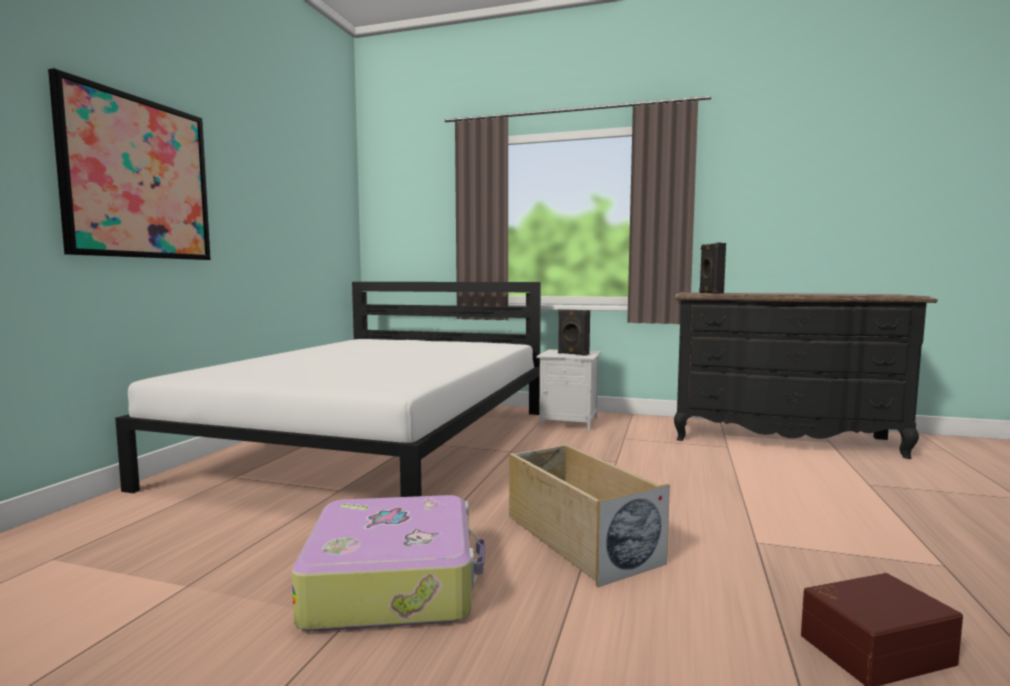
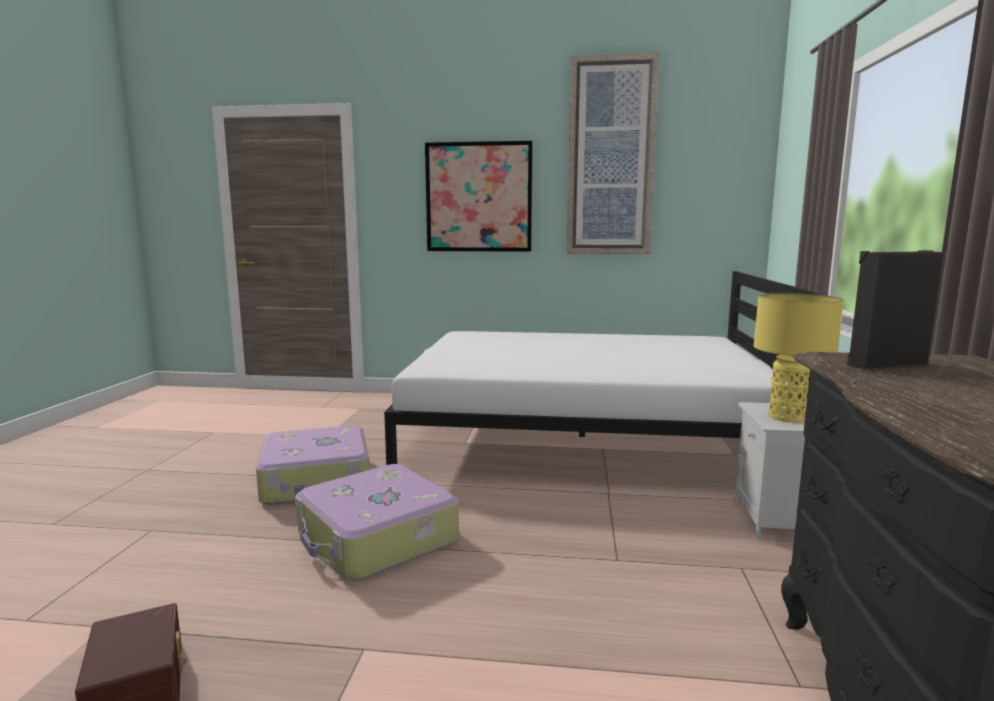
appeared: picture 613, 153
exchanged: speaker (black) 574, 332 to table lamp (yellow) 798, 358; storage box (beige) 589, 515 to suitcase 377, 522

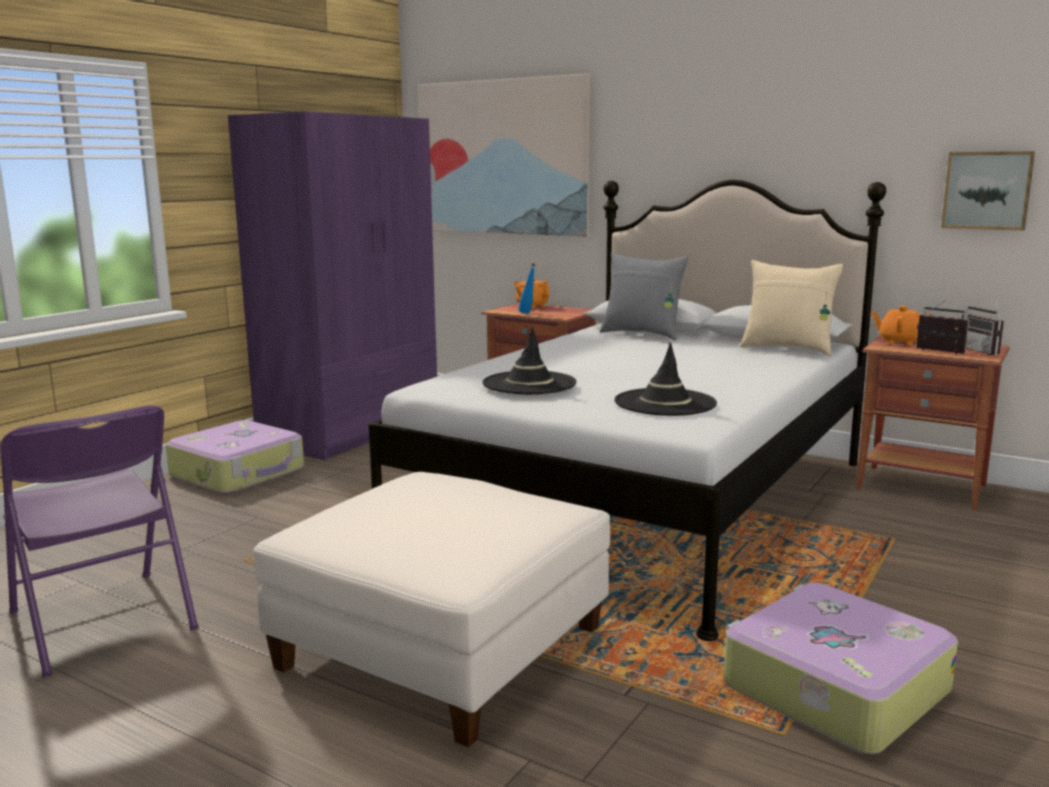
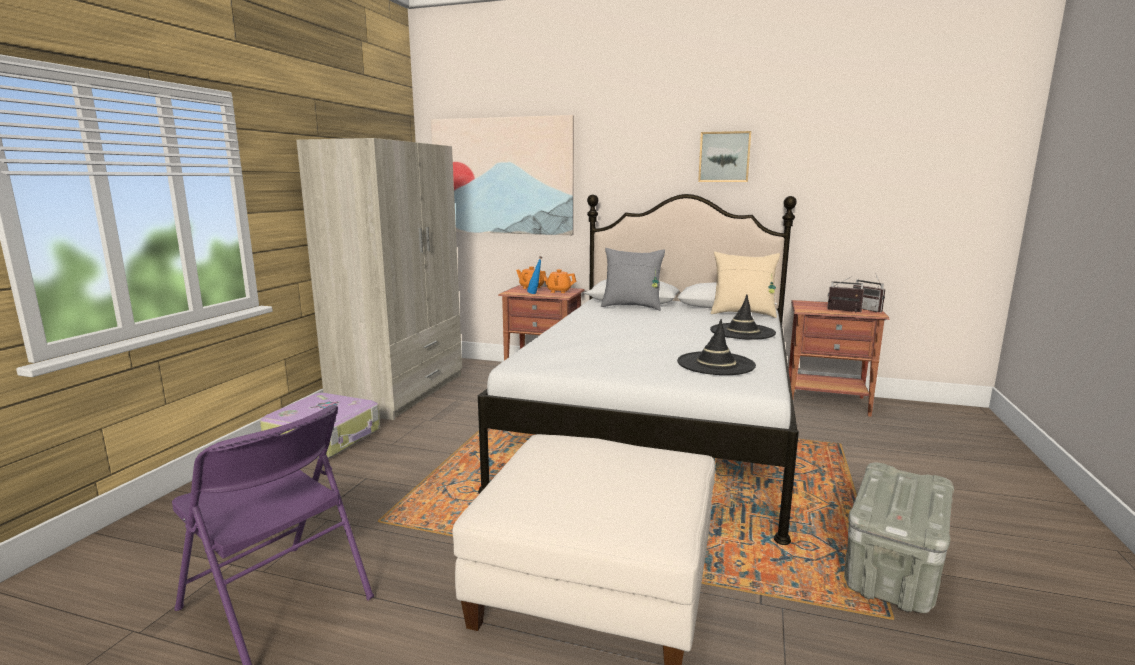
relocated: picture 988, 191 to 724, 156; teapot (orange) 900, 325 to 558, 281; hat (black) 529, 360 to 743, 317
exchanged: suitcase 840, 668 to storage box (grey) 899, 537
colour: wardrobe (purple) 332, 286 to wardrobe (beige) 379, 279

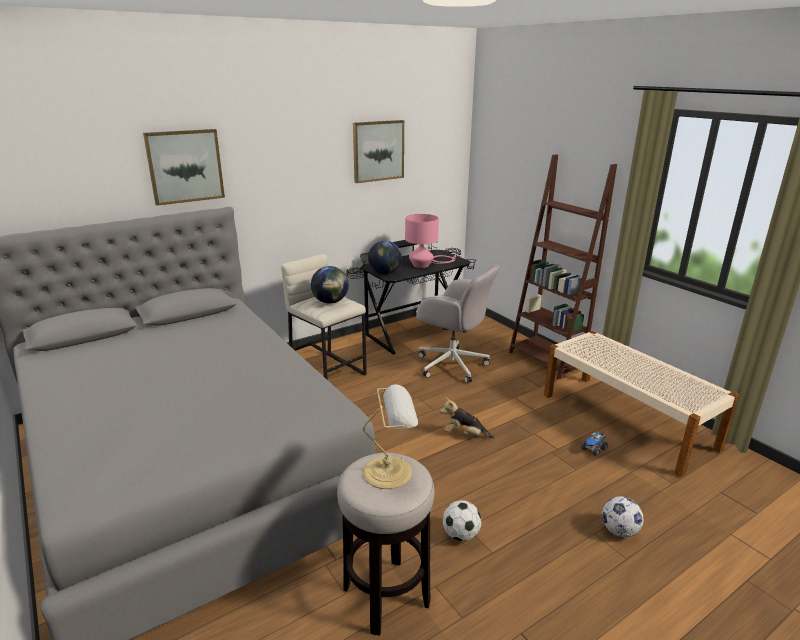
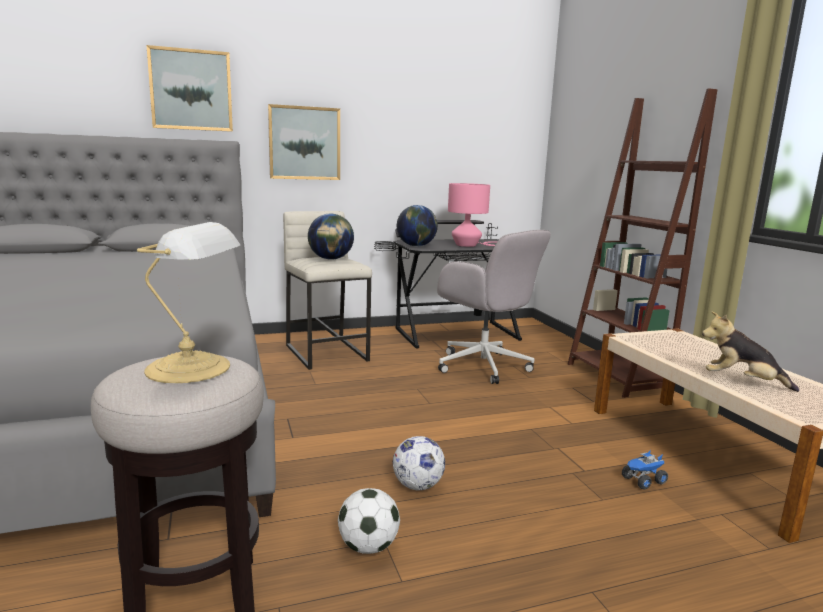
relocated: picture 378, 151 to 304, 142; plush toy 467, 417 to 750, 352; football 623, 517 to 419, 463

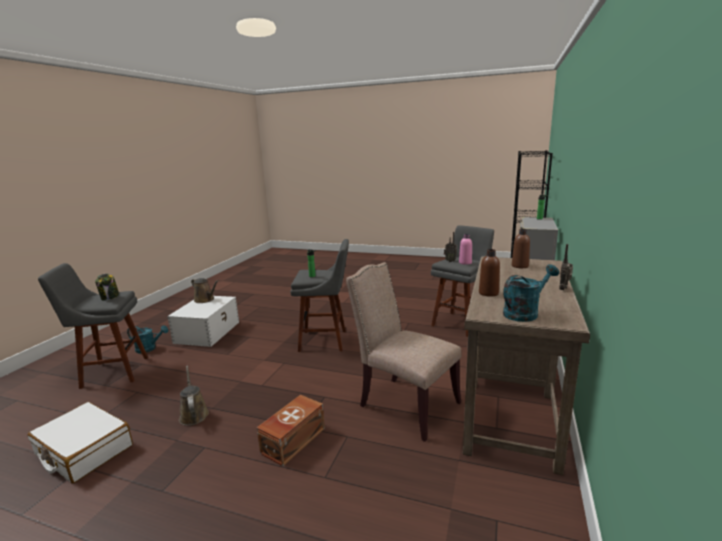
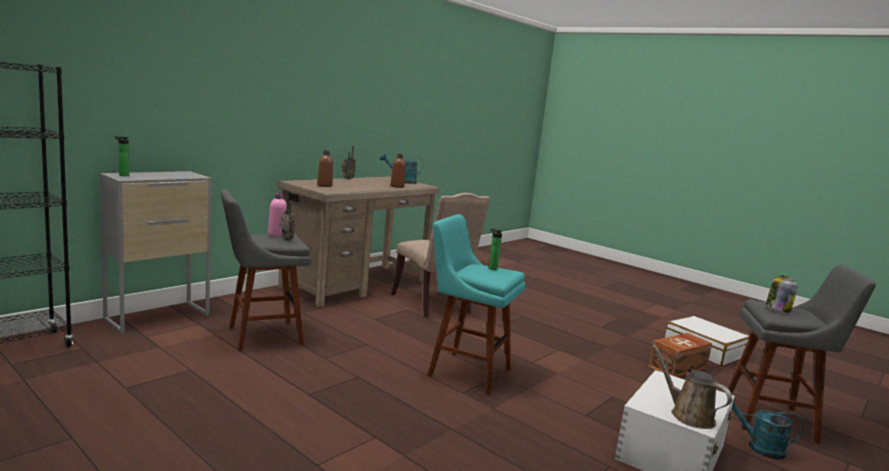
missing: watering can (brown) 194, 395
relocated: storage box (brown) 291, 430 to 680, 355
colour: stool (grey) 319, 295 to stool (turquoise) 476, 304

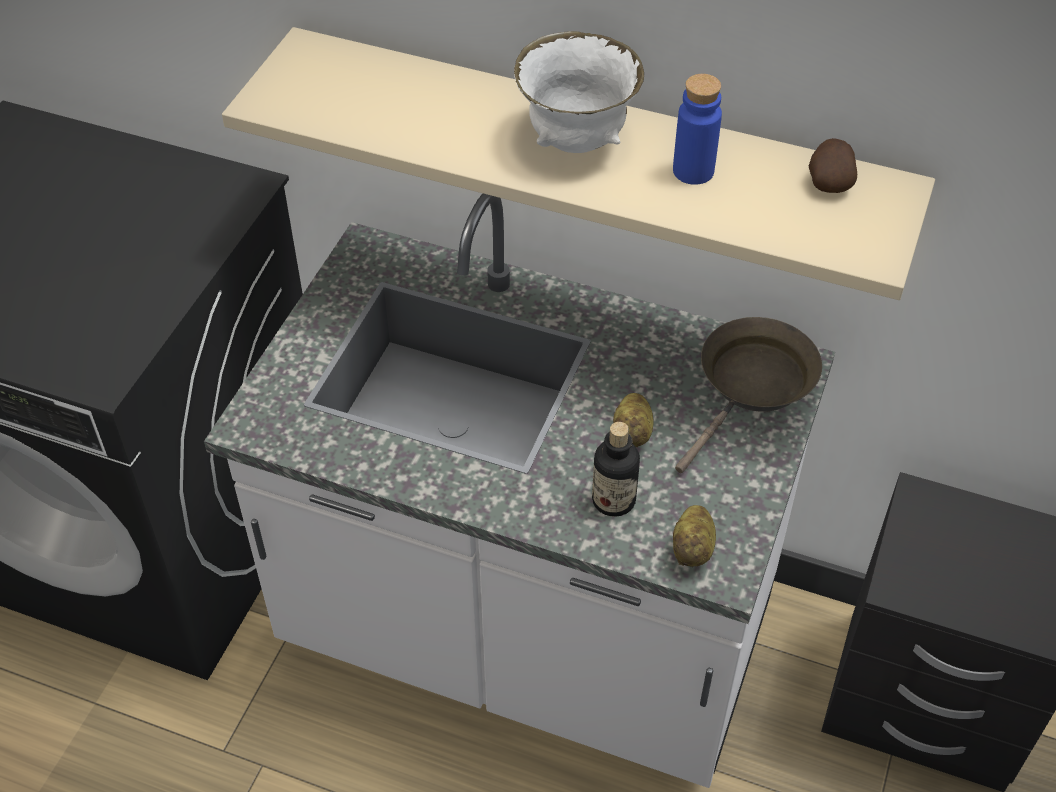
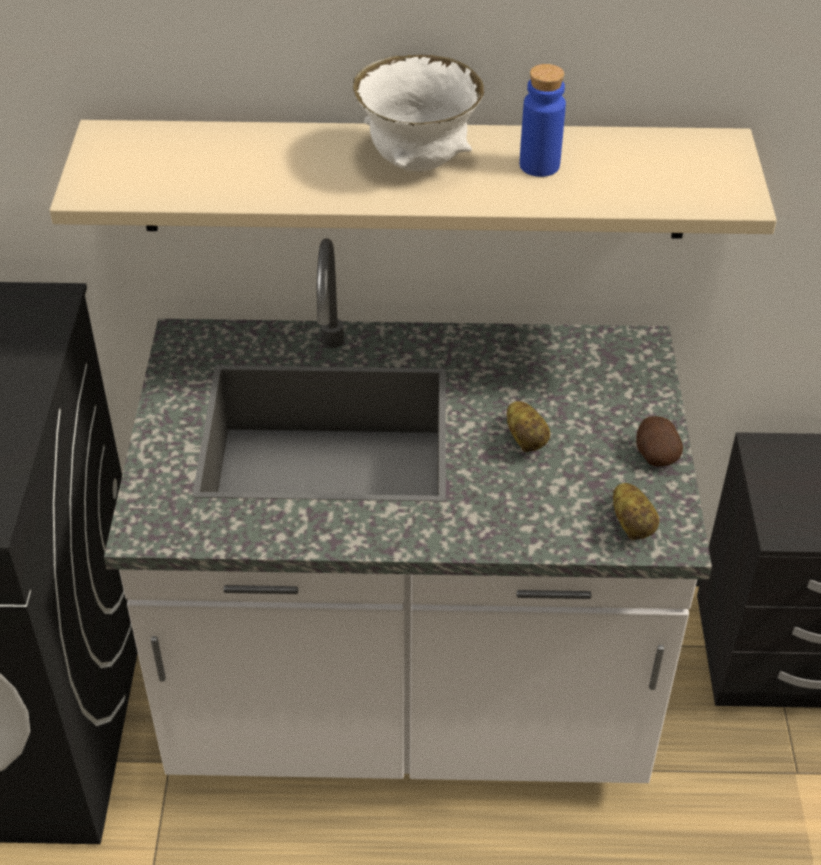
missing: frying pan (brown) 748, 395; bottle 616, 469
relocated: potato 833, 165 to 659, 441

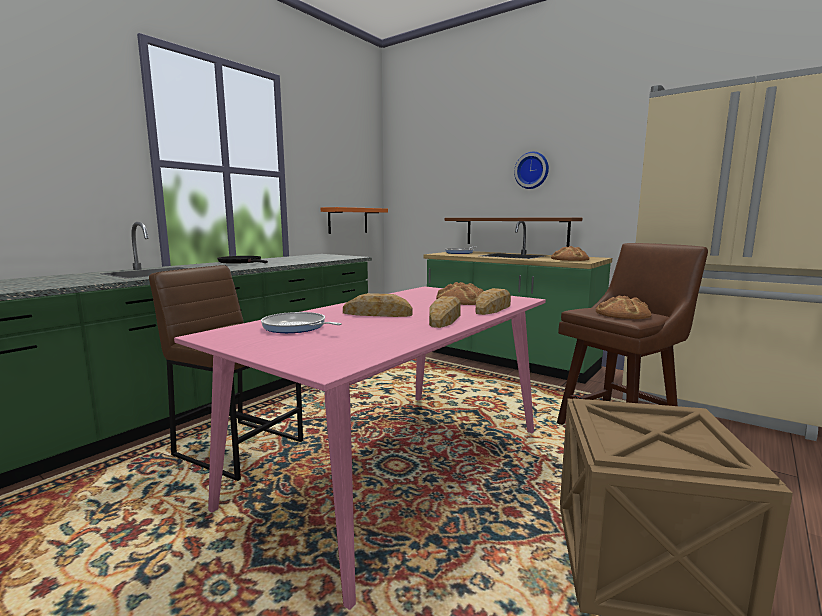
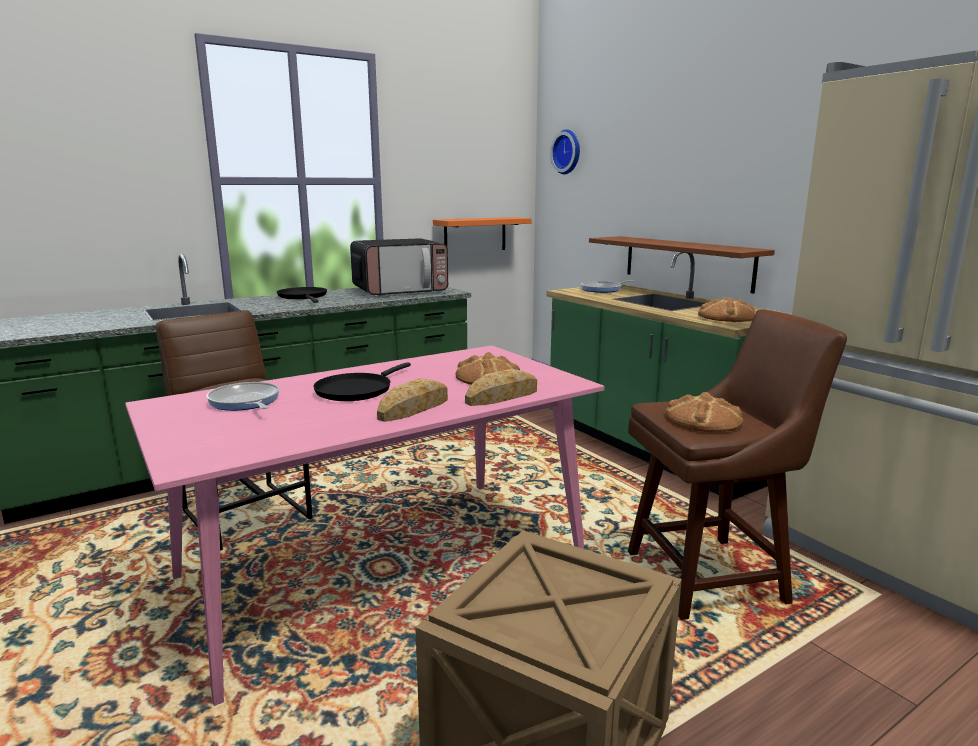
appeared: microwave 399, 266
relocated: wall clock 531, 170 to 565, 151
exchanged: bread 378, 305 to frying pan (black) 362, 381

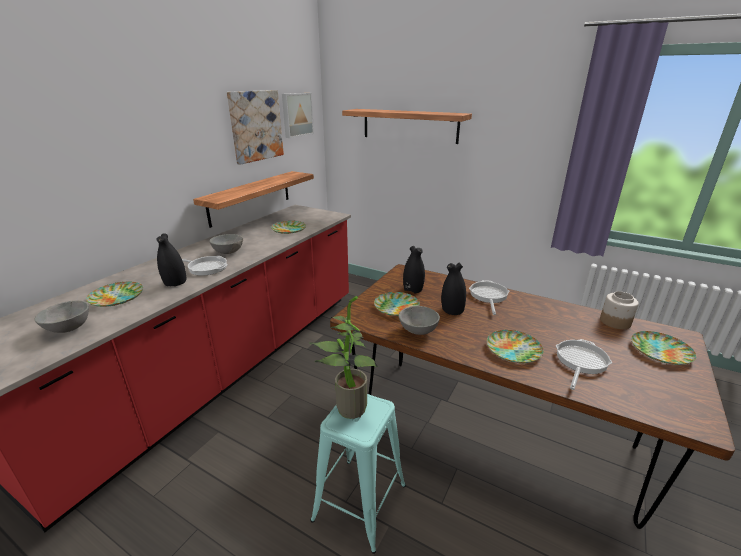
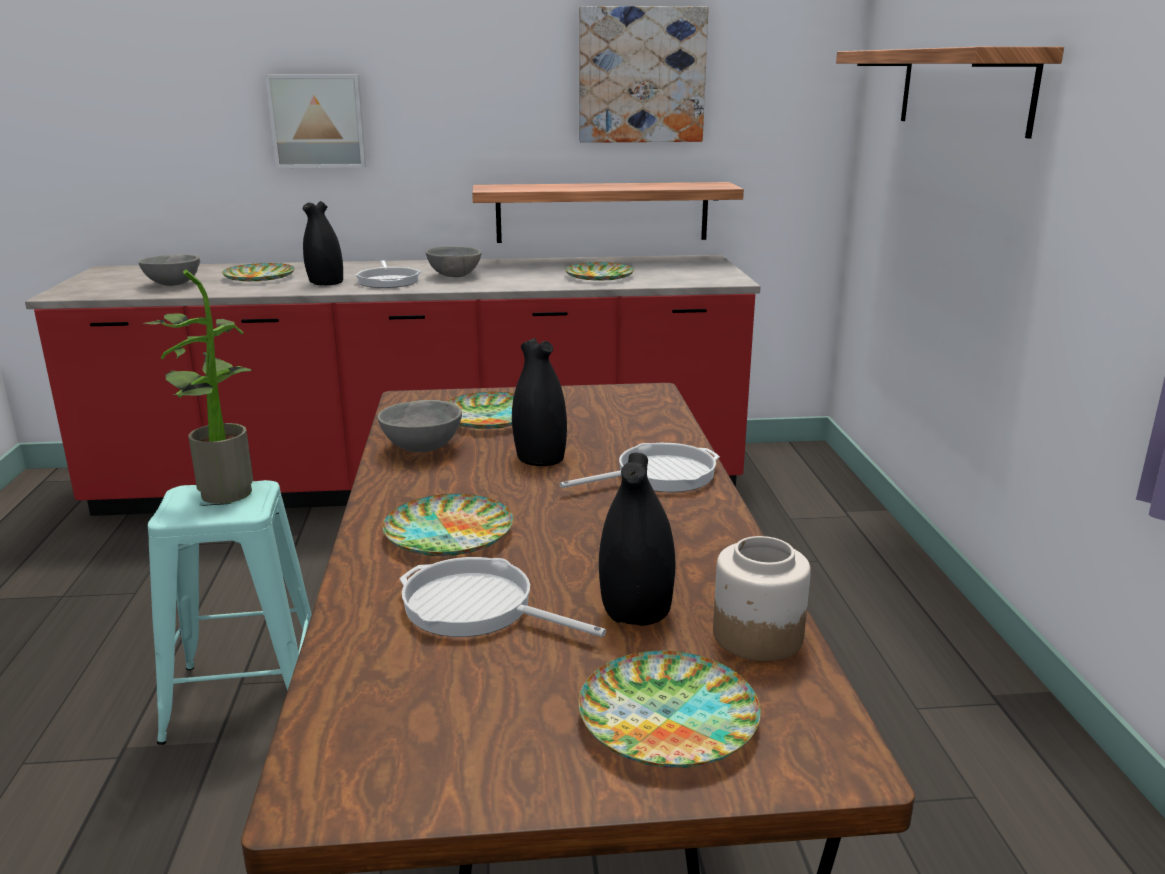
relocated: picture 298, 115 to 315, 121; vase (black) 414, 270 to 637, 539
spun: frying pan 584, 364 = 503, 597 150 degrees counterclockwise

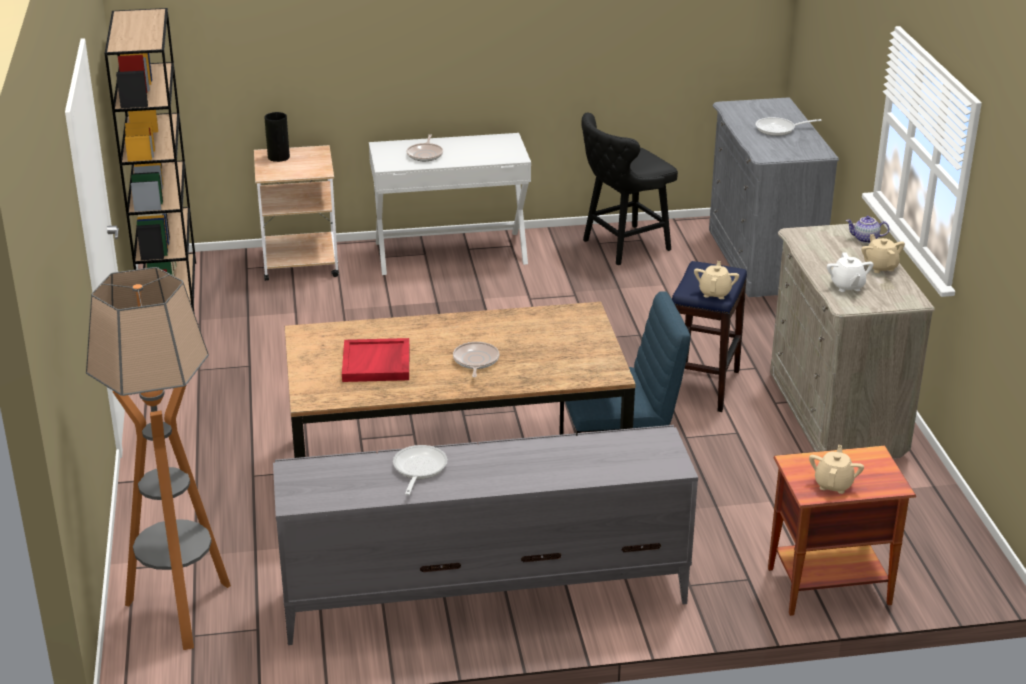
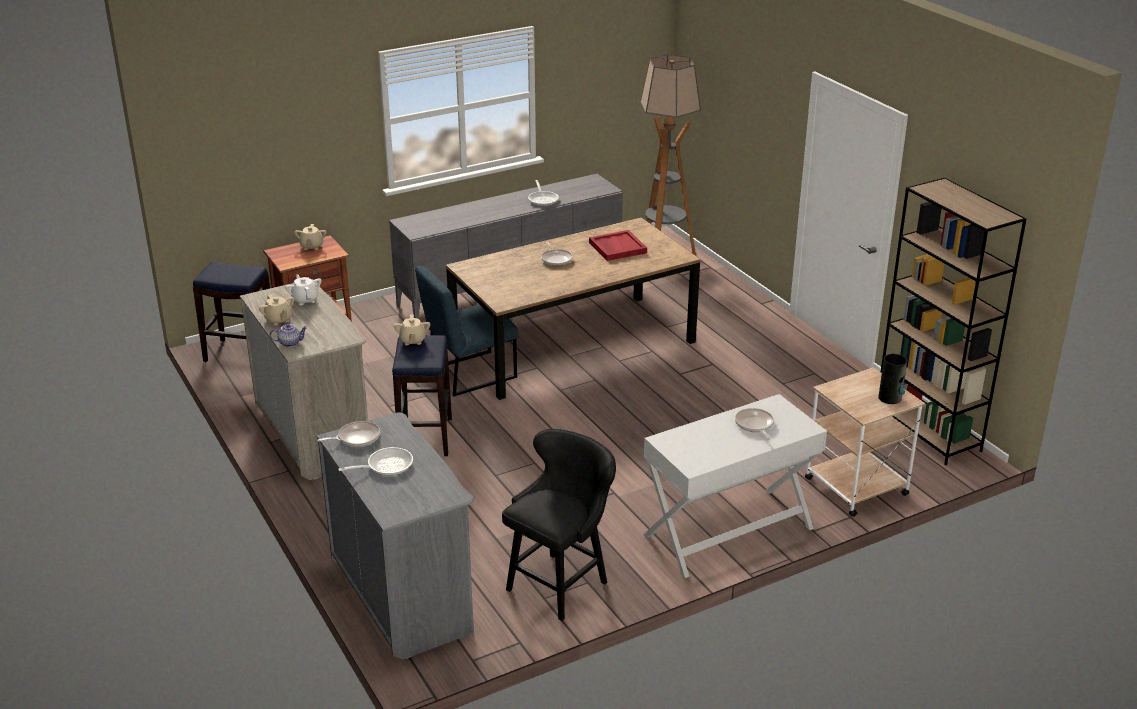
appeared: stool 231, 312; frying pan 349, 434

